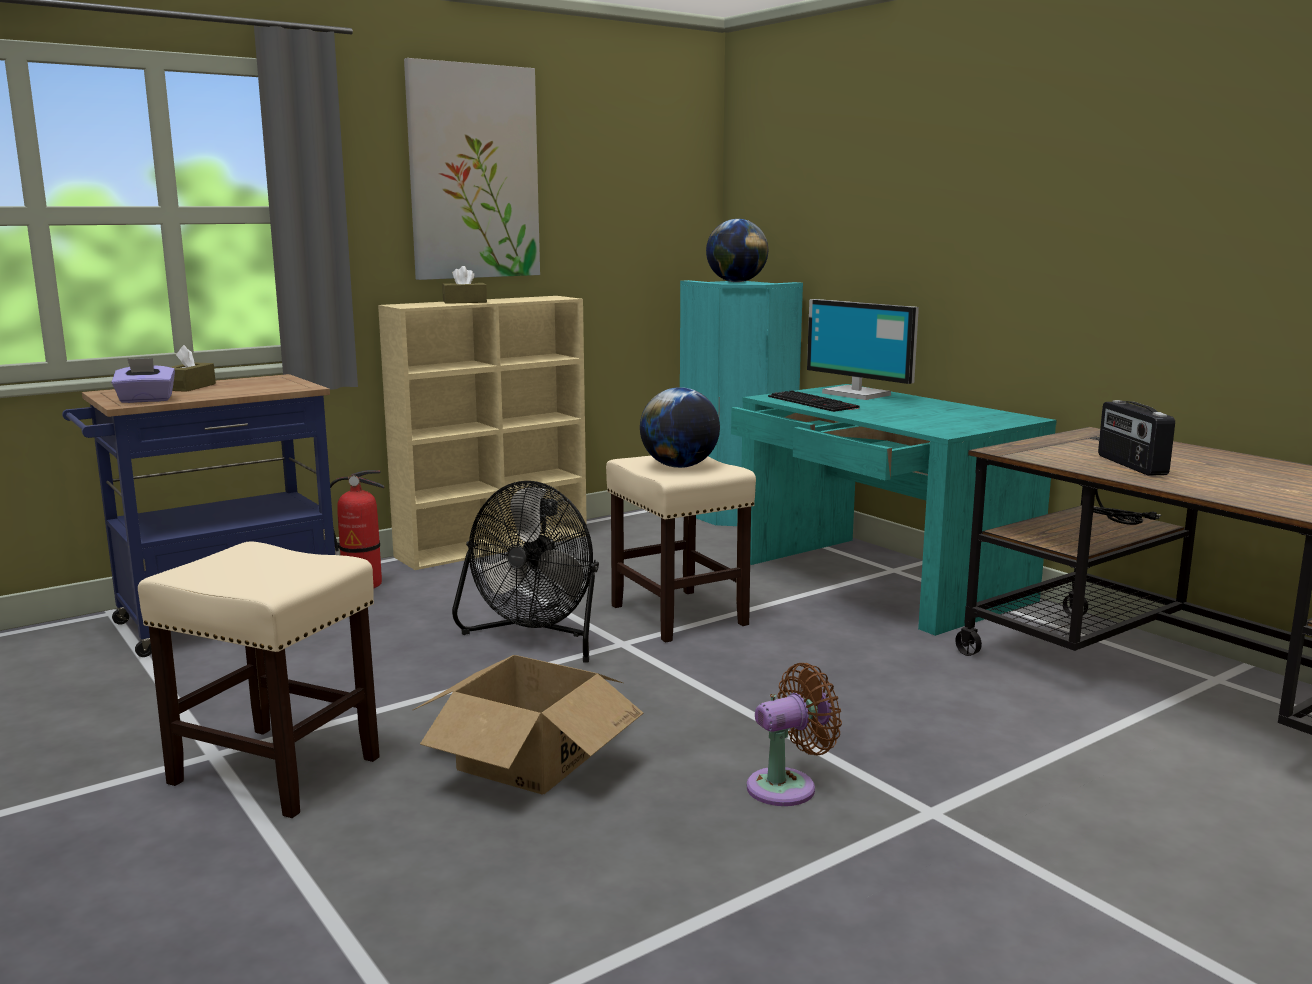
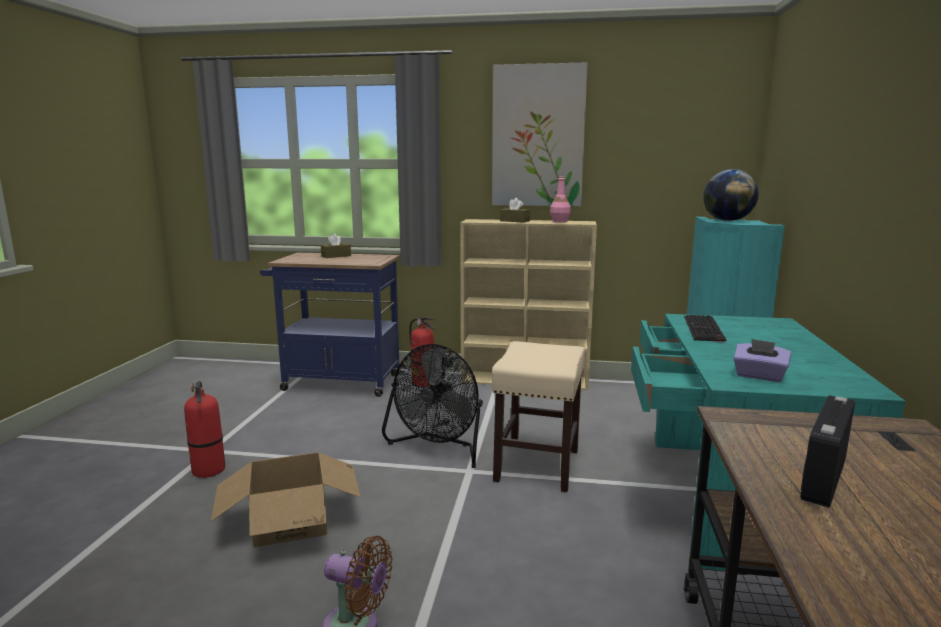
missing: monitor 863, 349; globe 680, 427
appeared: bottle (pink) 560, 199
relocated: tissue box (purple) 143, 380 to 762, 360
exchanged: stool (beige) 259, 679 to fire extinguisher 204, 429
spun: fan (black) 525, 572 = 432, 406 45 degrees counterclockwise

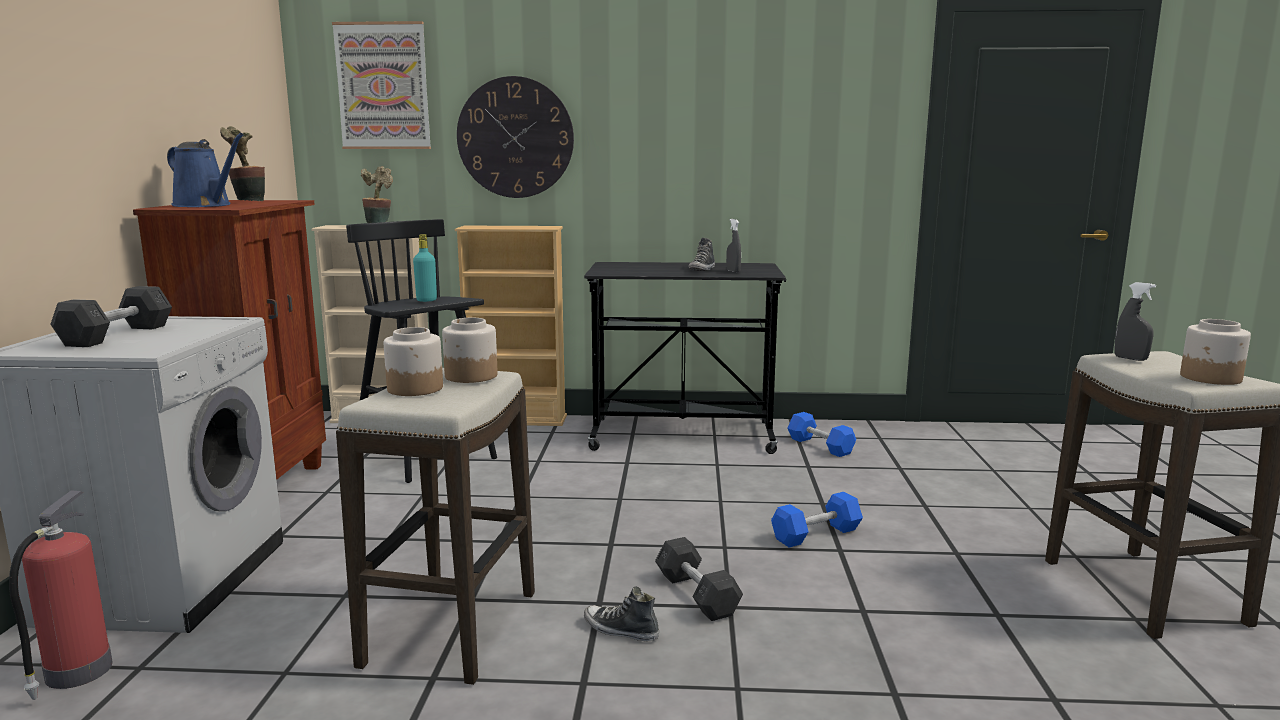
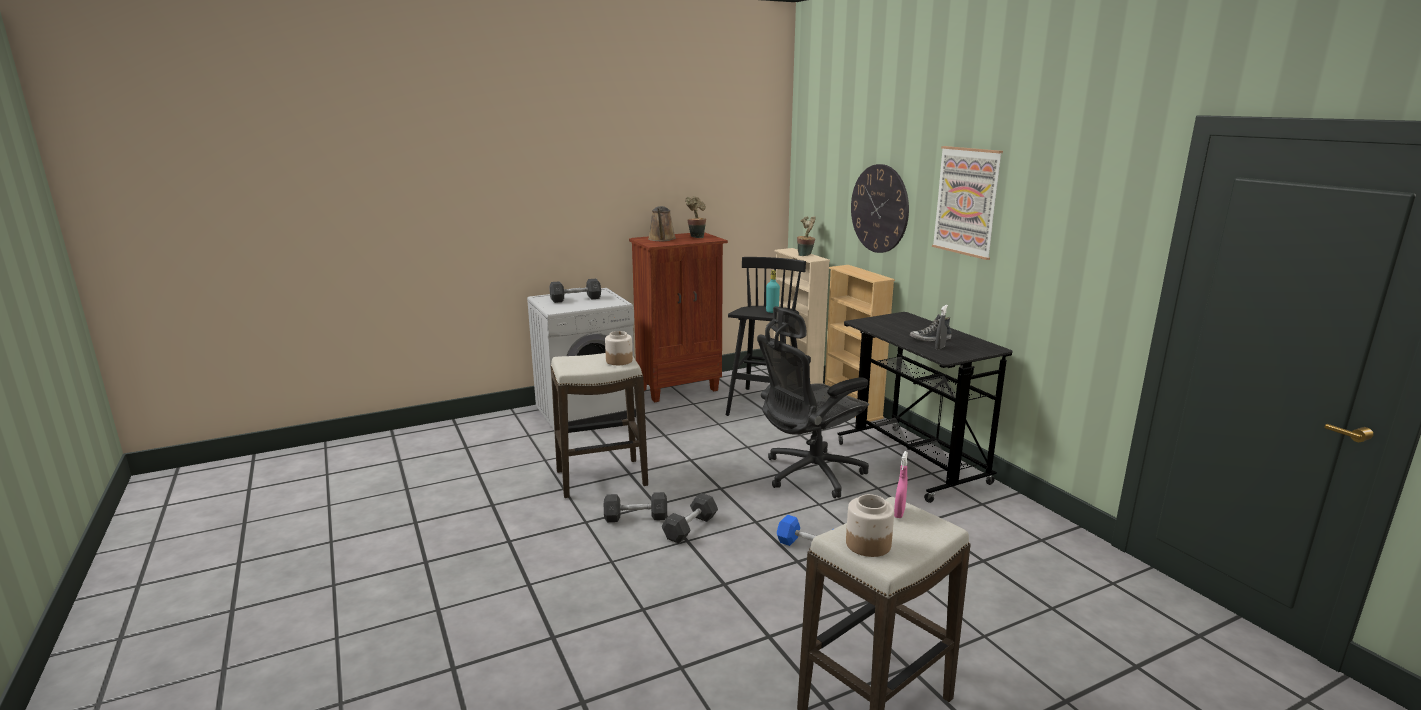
missing: jar 413, 361; dumbbell (blue) 822, 434; fire extinguisher 60, 595
appeared: office chair 813, 402
relocated: picture 381, 85 to 967, 203
exchanged: shoe 621, 614 to dumbbell (grey) 635, 507
colour: watering can (blue) 205, 170 to watering can (brown) 662, 223; spray bottle (grey) 1135, 321 to spray bottle (pink) 901, 484

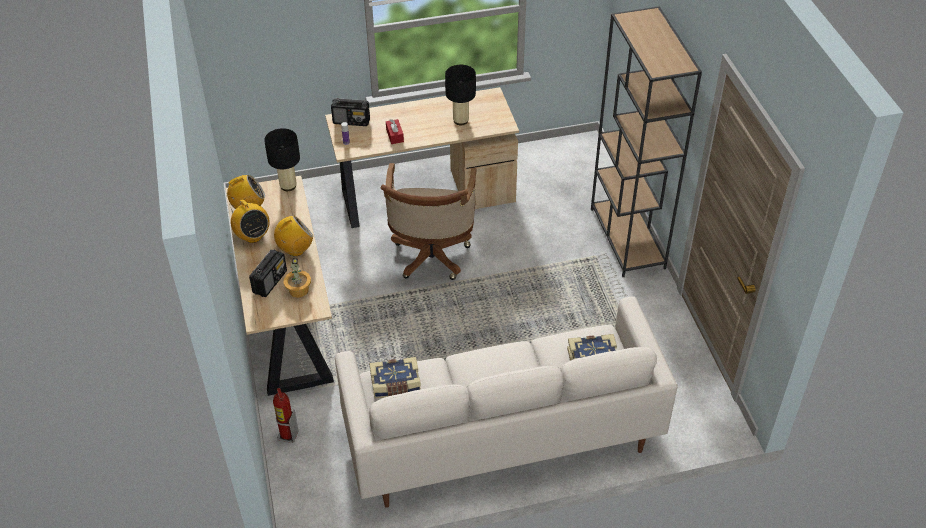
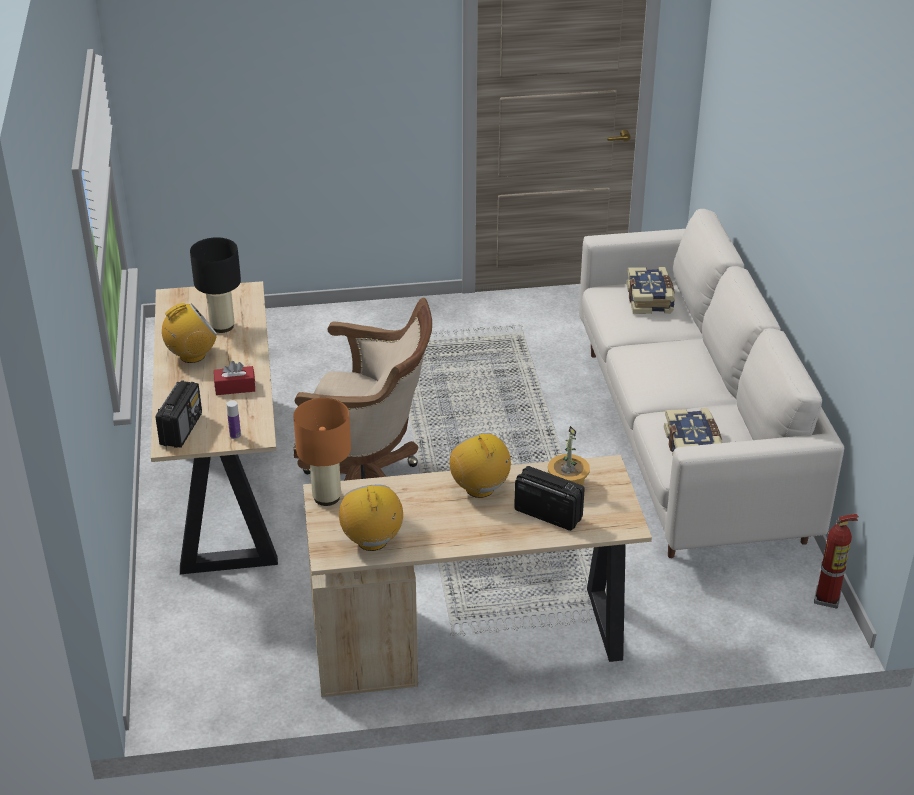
missing: bookcase 646, 141
relocated: radio 249, 221 to 189, 333; fire extinguisher 286, 415 to 836, 561
colour: table lamp (black) 282, 159 to table lamp (orange) 322, 452

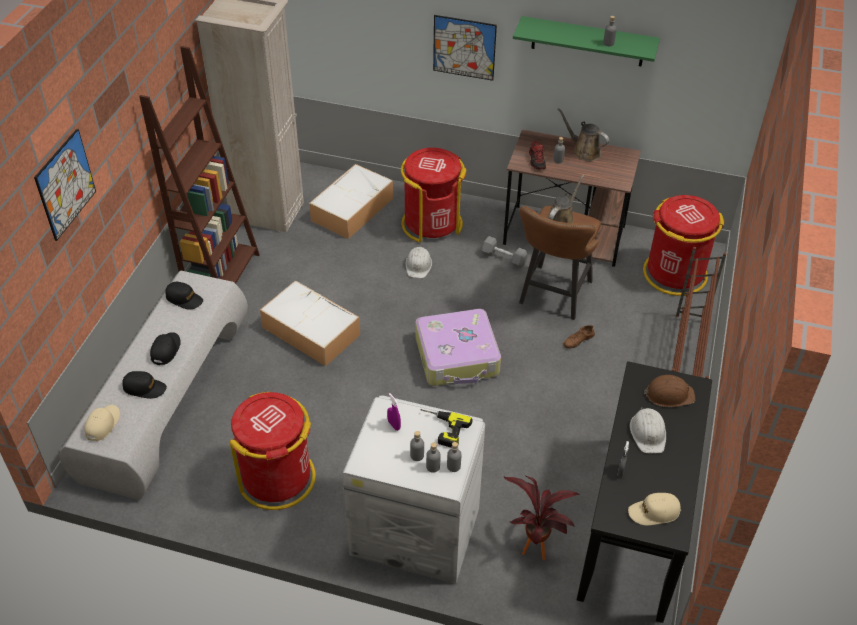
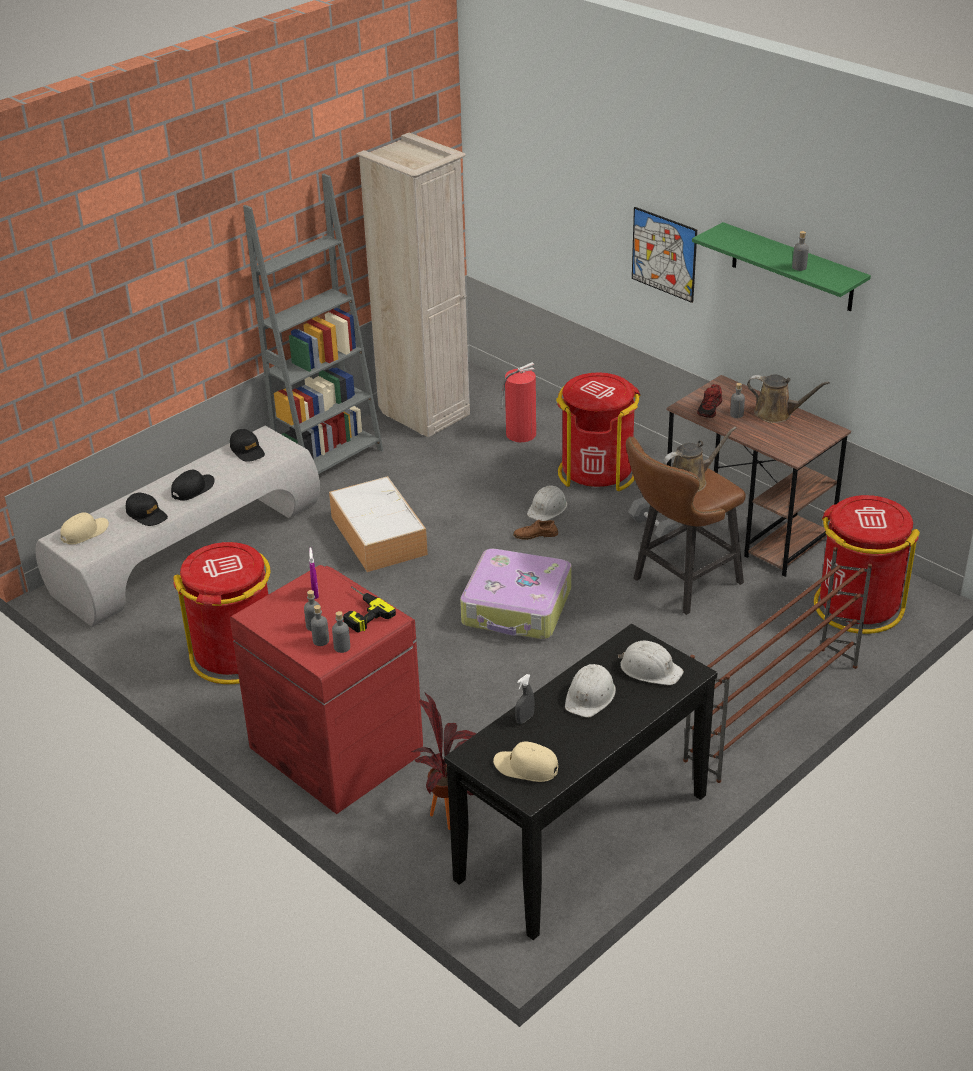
missing: picture 65, 185
relocated: shoe (brown) 579, 337 to 535, 529
exchanged: storage box 351, 201 to fire extinguisher 518, 402
colour: bookcase (brown) 199, 165 to bookcase (grey) 313, 323; hard hat (brown) 669, 391 to hard hat (white) 651, 663; washing machine (white) 413, 489 to washing machine (red) 326, 689
spun: watering can (brown) 583, 134 = 788, 399 135 degrees clockwise

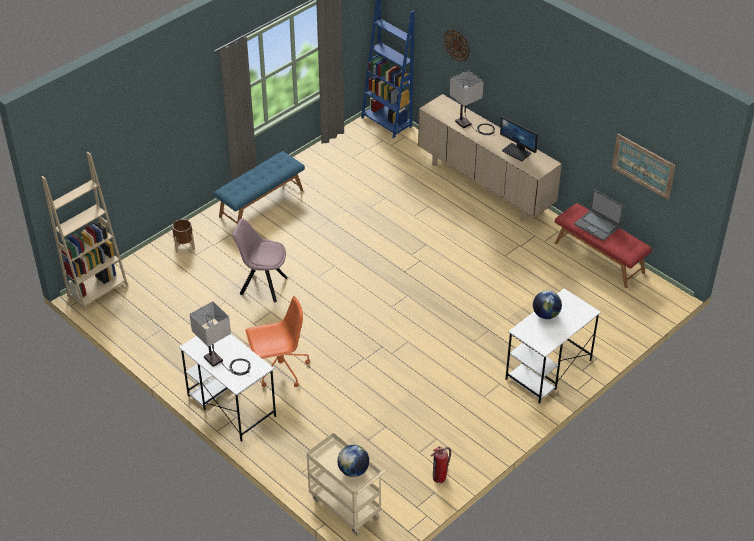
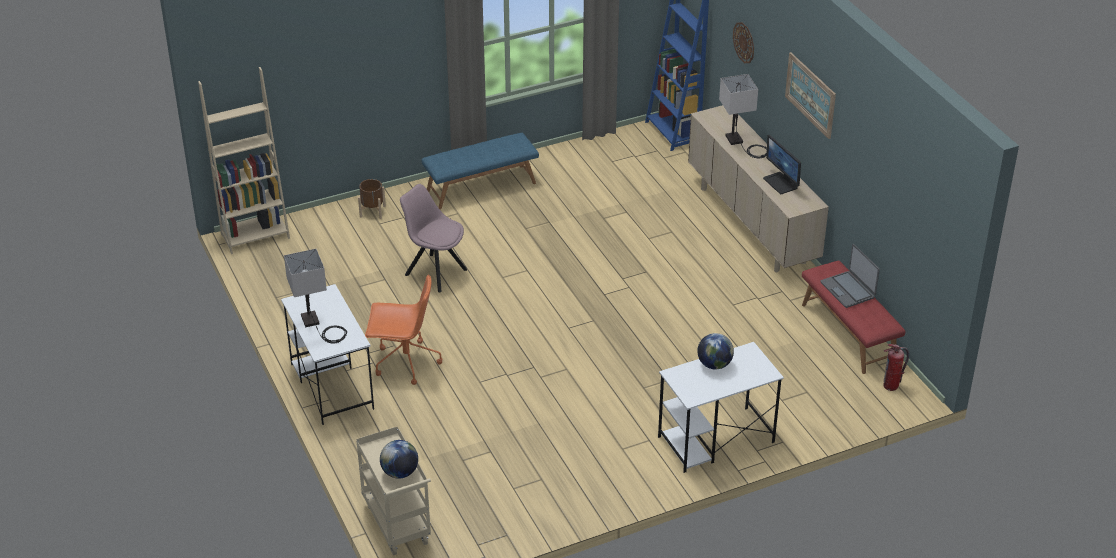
relocated: picture 644, 167 to 810, 95; fire extinguisher 441, 464 to 896, 367

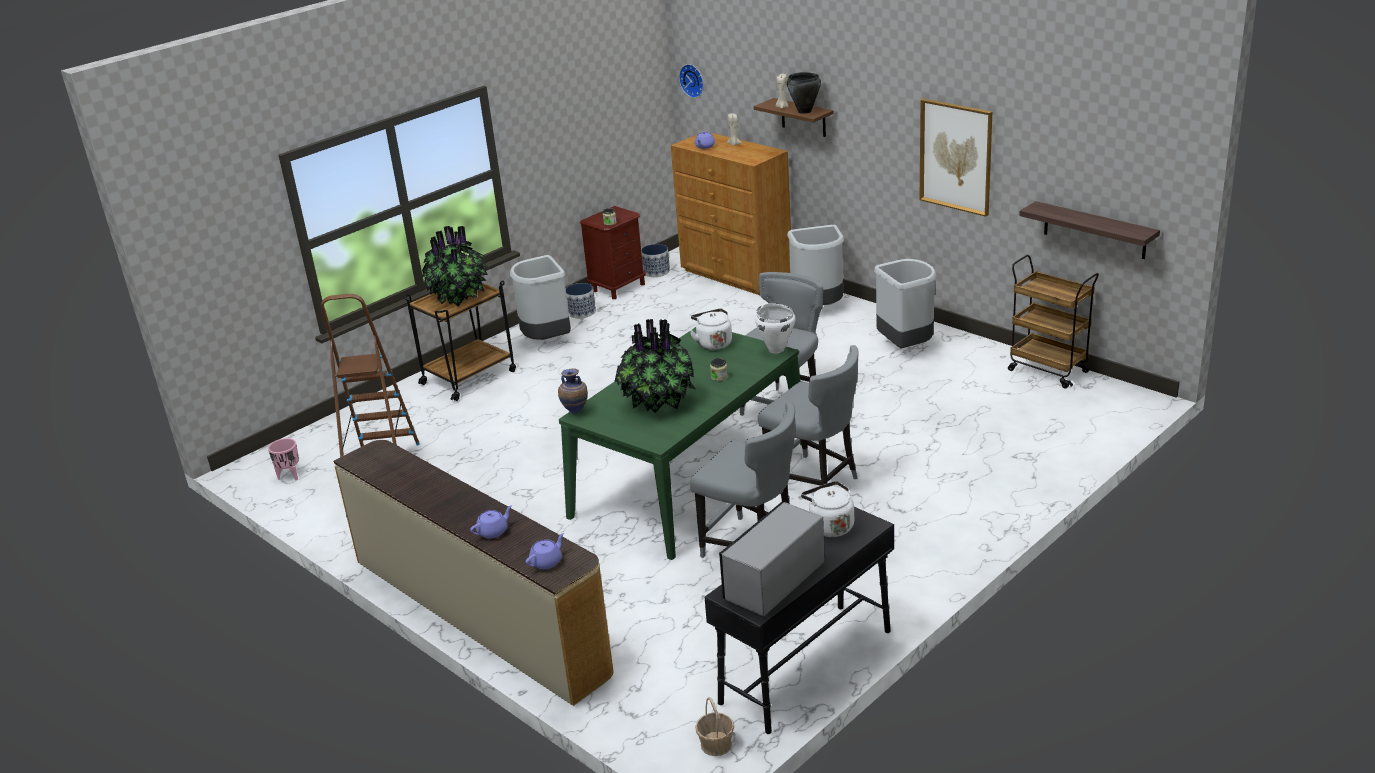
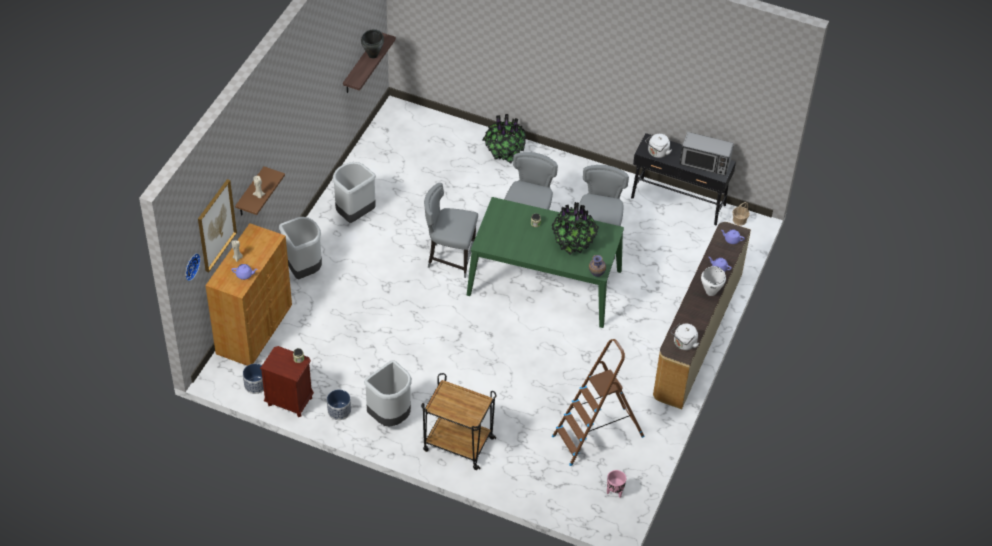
missing: cart (brown) 1053, 322
relocated: cooking pot (black) 804, 93 to 372, 43; picture 956, 158 to 217, 225; potted plant 454, 266 to 504, 139; cooking pot (white) 775, 328 to 713, 281; kettle (white) 711, 329 to 685, 337

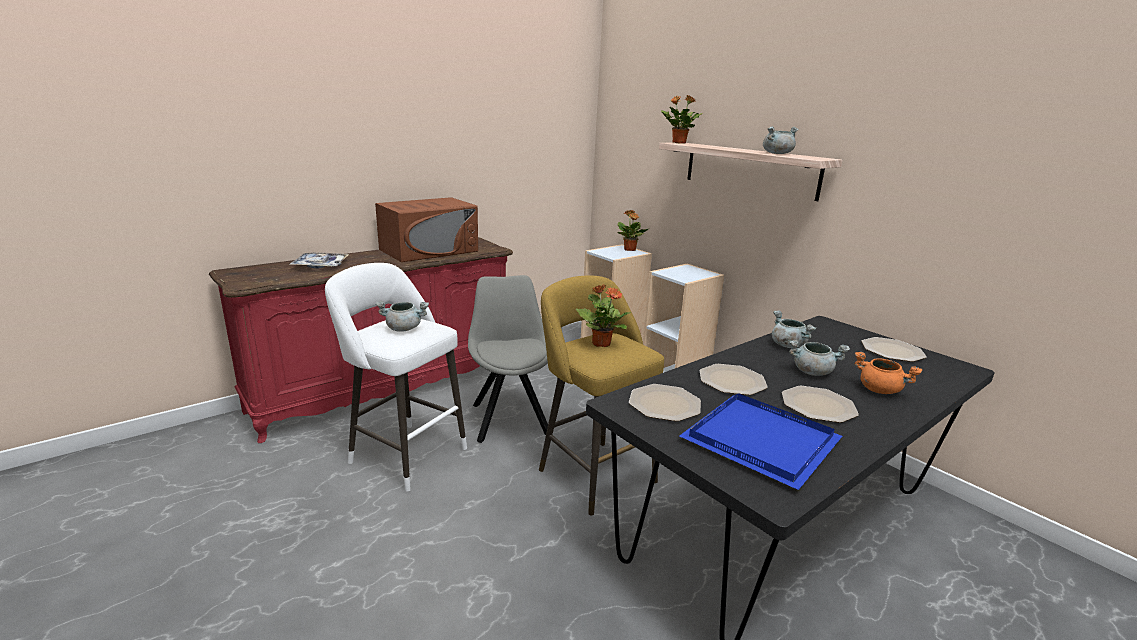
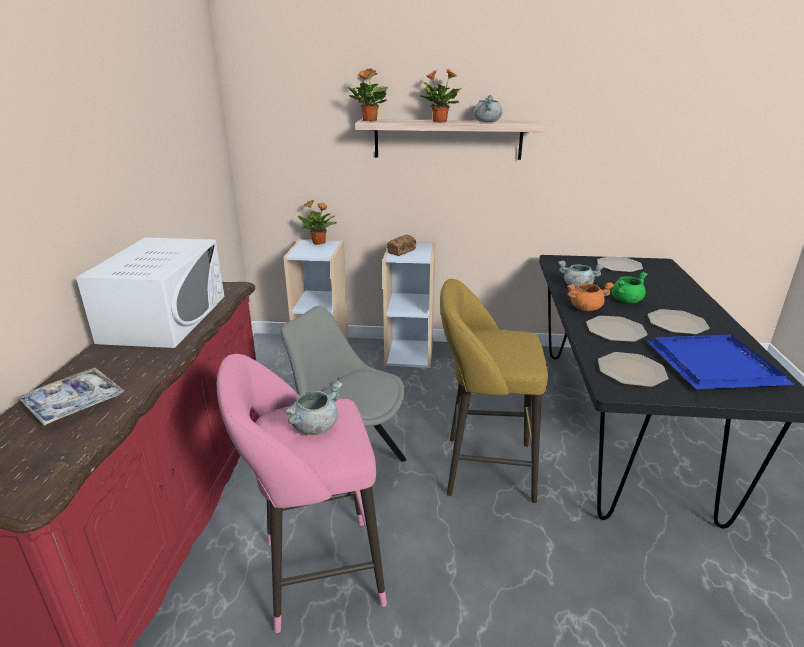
appeared: bread 401, 245
relocated: potted plant 603, 315 to 441, 95; cooking pot (orange) 888, 373 to 590, 297
colour: microwave (brown) 426, 229 to microwave (white) 150, 292; stool (white) 396, 377 to stool (pink) 302, 493; cooking pot (grey) 819, 358 to cooking pot (green) 629, 287

